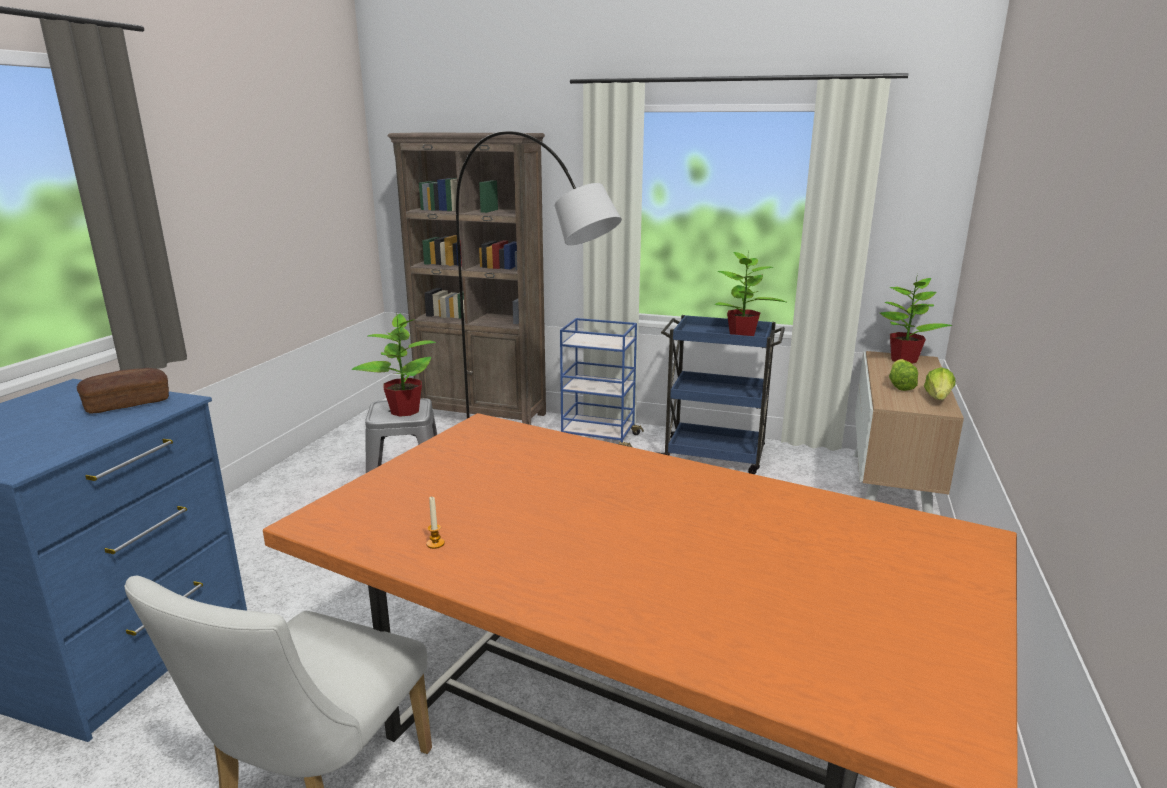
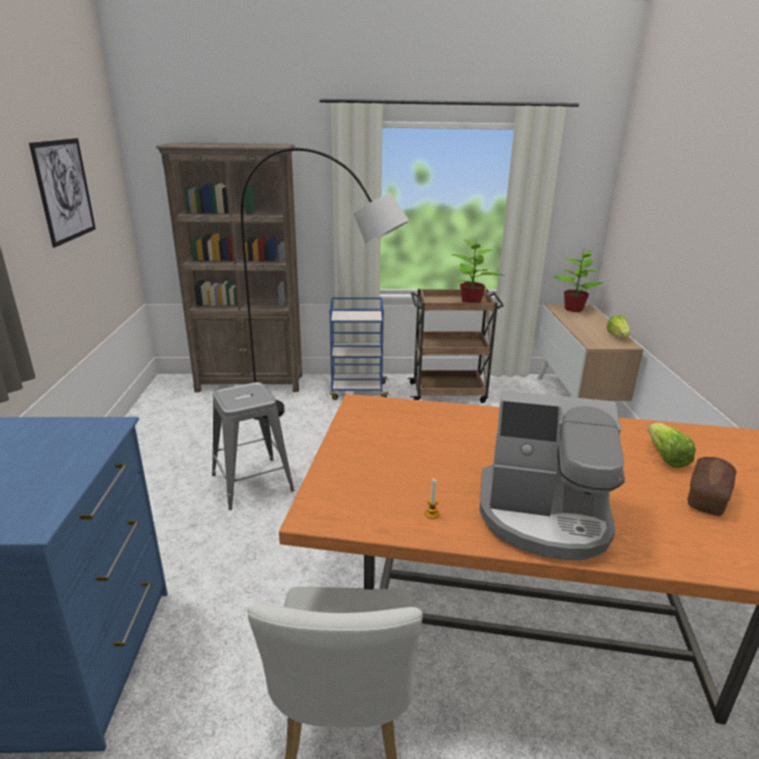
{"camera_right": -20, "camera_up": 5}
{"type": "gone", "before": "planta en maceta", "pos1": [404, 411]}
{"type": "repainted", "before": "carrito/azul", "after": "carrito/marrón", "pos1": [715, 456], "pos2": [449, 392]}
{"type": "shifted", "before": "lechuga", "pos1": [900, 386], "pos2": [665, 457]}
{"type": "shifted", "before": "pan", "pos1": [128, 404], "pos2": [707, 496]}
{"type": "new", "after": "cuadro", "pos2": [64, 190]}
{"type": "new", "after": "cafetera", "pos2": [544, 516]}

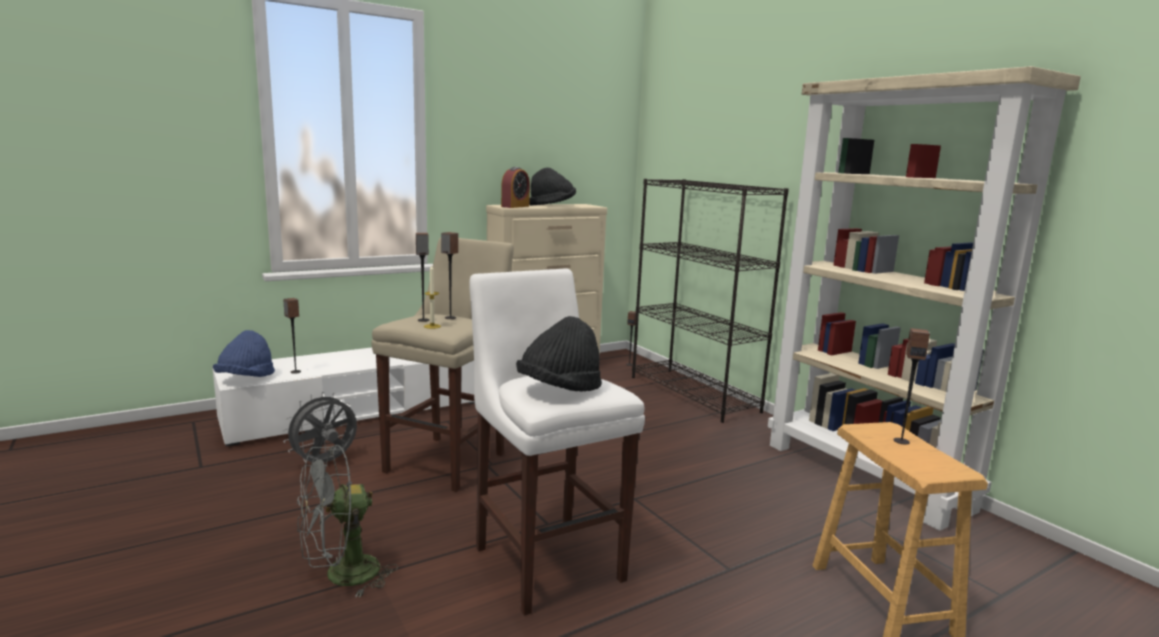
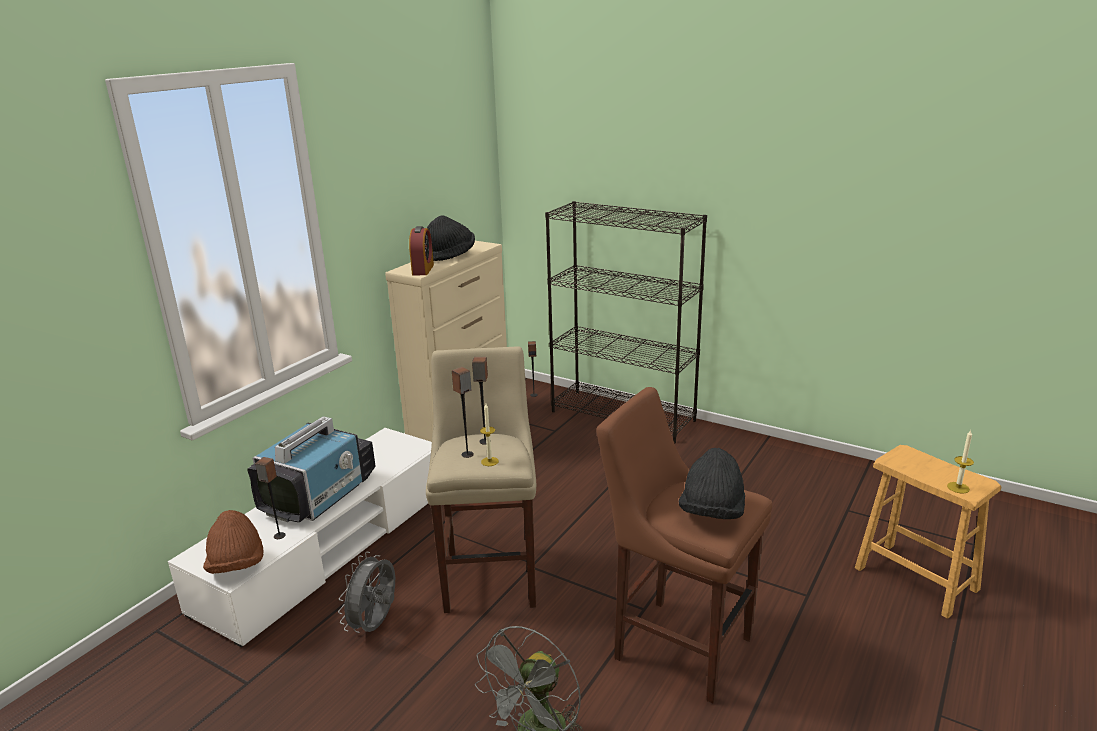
{"camera_right": -25, "camera_up": 10}
{"type": "gone", "before": "estantería/beis", "pos1": [867, 476]}
{"type": "repainted", "before": "taburete/blanco", "after": "taburete/marrón", "pos1": [546, 559], "pos2": [677, 644]}
{"type": "gone", "before": "altavoz", "pos1": [901, 441]}
{"type": "repainted", "before": "sombrero/azul", "after": "sombrero/marrón", "pos1": [246, 379], "pos2": [237, 566]}
{"type": "new", "after": "televisor", "pos2": [320, 494]}
{"type": "new", "after": "vela", "pos2": [958, 487]}

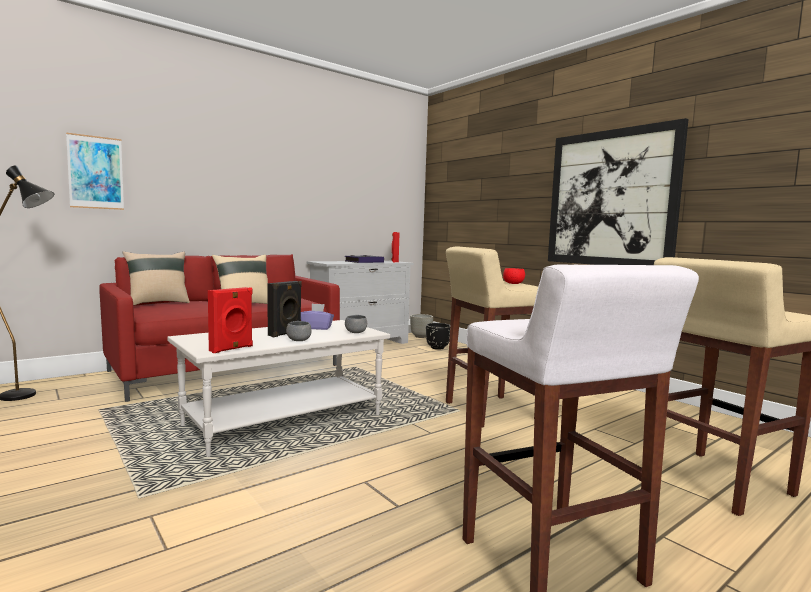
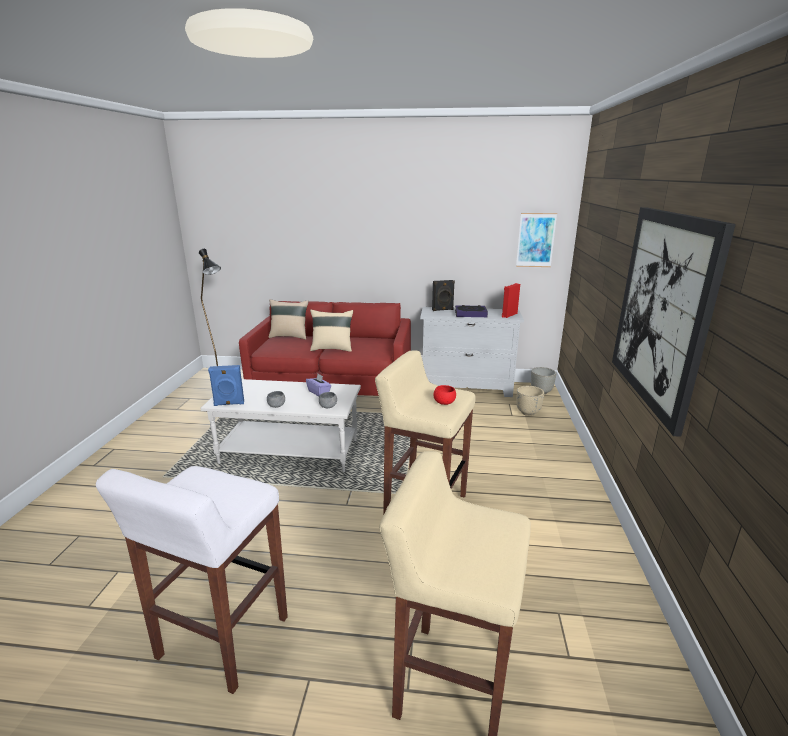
{"camera_right": 45, "camera_up": 15}
{"type": "shifted", "before": "cuadro", "pos1": [96, 172], "pos2": [535, 240]}
{"type": "shifted", "before": "altavoz/negro", "pos1": [285, 334], "pos2": [442, 310]}
{"type": "repainted", "before": "altavoz/rojo", "after": "altavoz/azul", "pos1": [232, 349], "pos2": [229, 404]}
{"type": "repainted", "before": "maceta/negro", "after": "maceta/beis", "pos1": [437, 348], "pos2": [528, 412]}

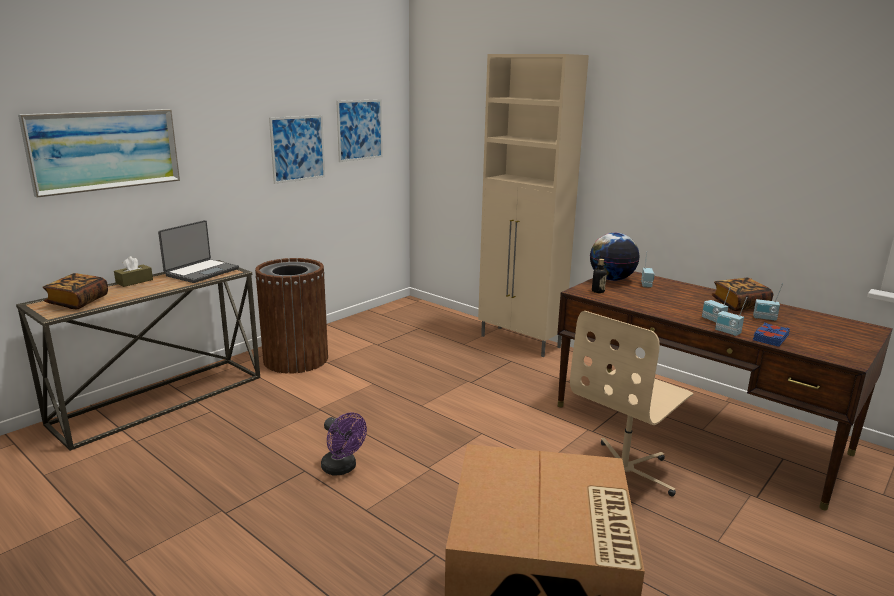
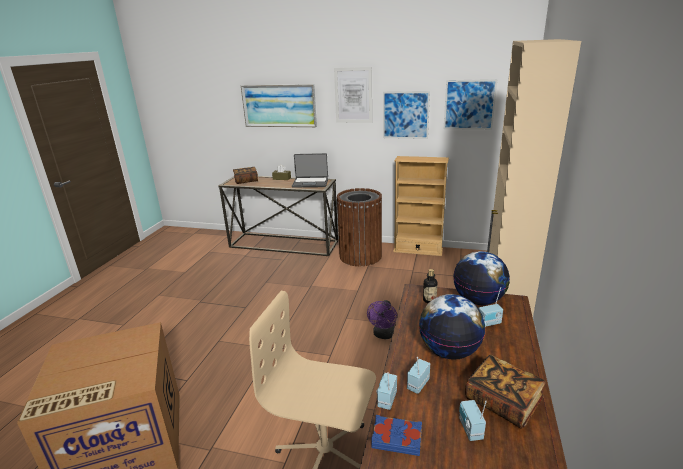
{"camera_right": 65, "camera_up": 5}
{"type": "shifted", "before": "ventilador/morado", "pos1": [342, 468], "pos2": [383, 335]}
{"type": "new", "after": "cuadro", "pos2": [353, 95]}
{"type": "new", "after": "estantería/beis", "pos2": [418, 250]}
{"type": "new", "after": "globo terráqueo", "pos2": [449, 351]}

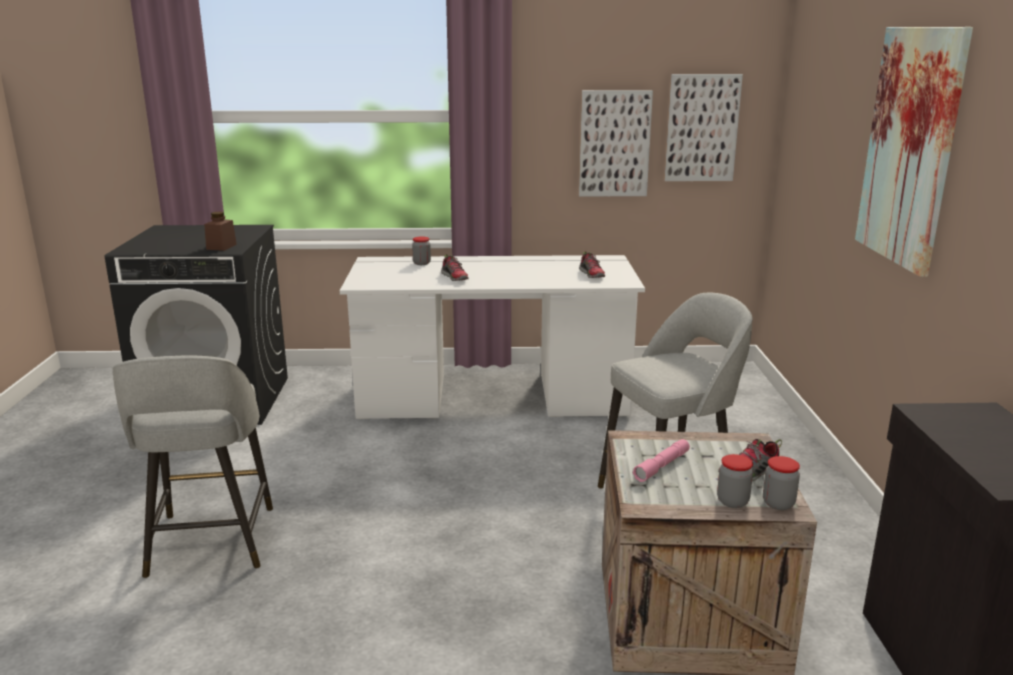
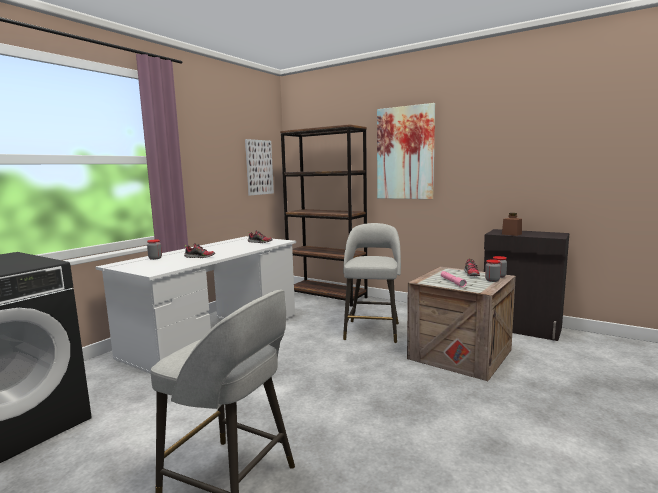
{"camera_right": -55, "camera_up": -10}
{"type": "gone", "before": "cuadro", "pos1": [614, 144]}
{"type": "shifted", "before": "tarro/marrón", "pos1": [221, 247], "pos2": [511, 234]}
{"type": "new", "after": "estantería/marrón", "pos2": [327, 296]}

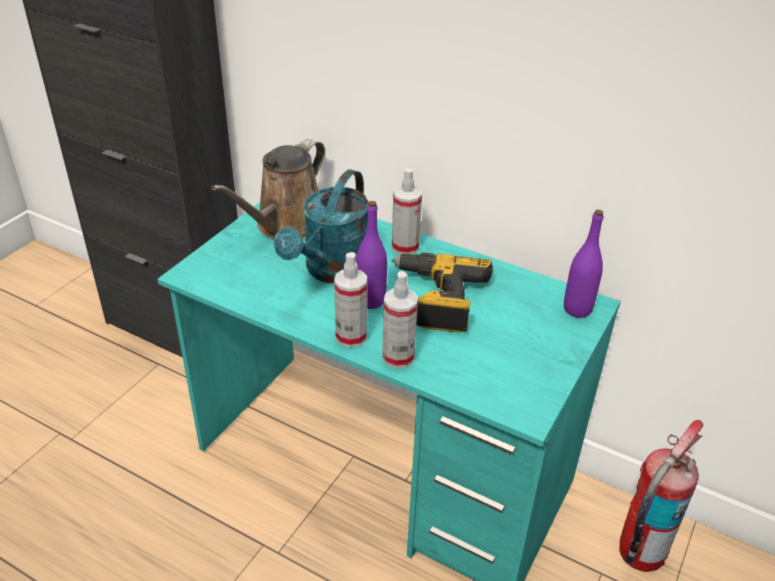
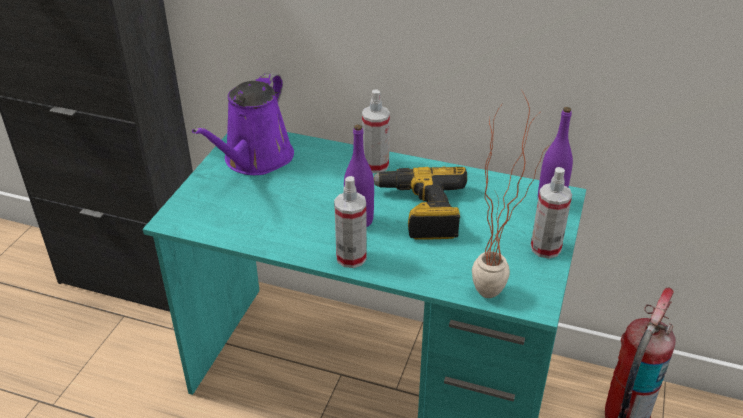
{"camera_right": -10, "camera_up": 0}
{"type": "repainted", "before": "regadera/marrón", "after": "regadera/morado", "pos1": [286, 226], "pos2": [255, 160]}
{"type": "gone", "before": "regadera/turquesa", "pos1": [331, 271]}
{"type": "shifted", "before": "pulverizador", "pos1": [398, 357], "pos2": [545, 248]}
{"type": "new", "after": "planta en maceta", "pos2": [498, 290]}

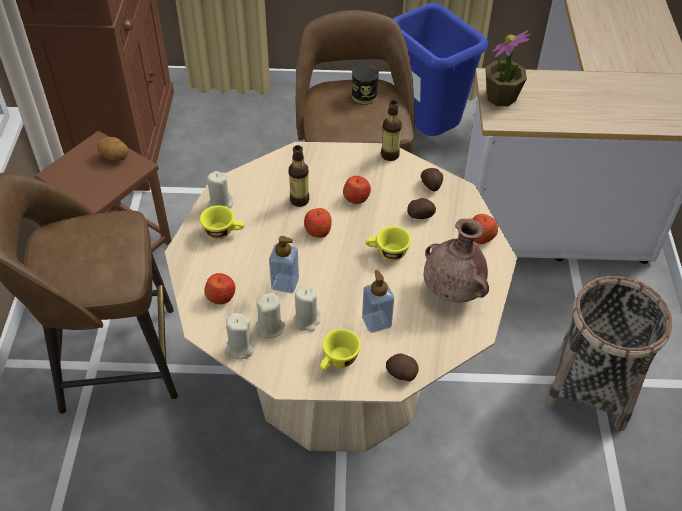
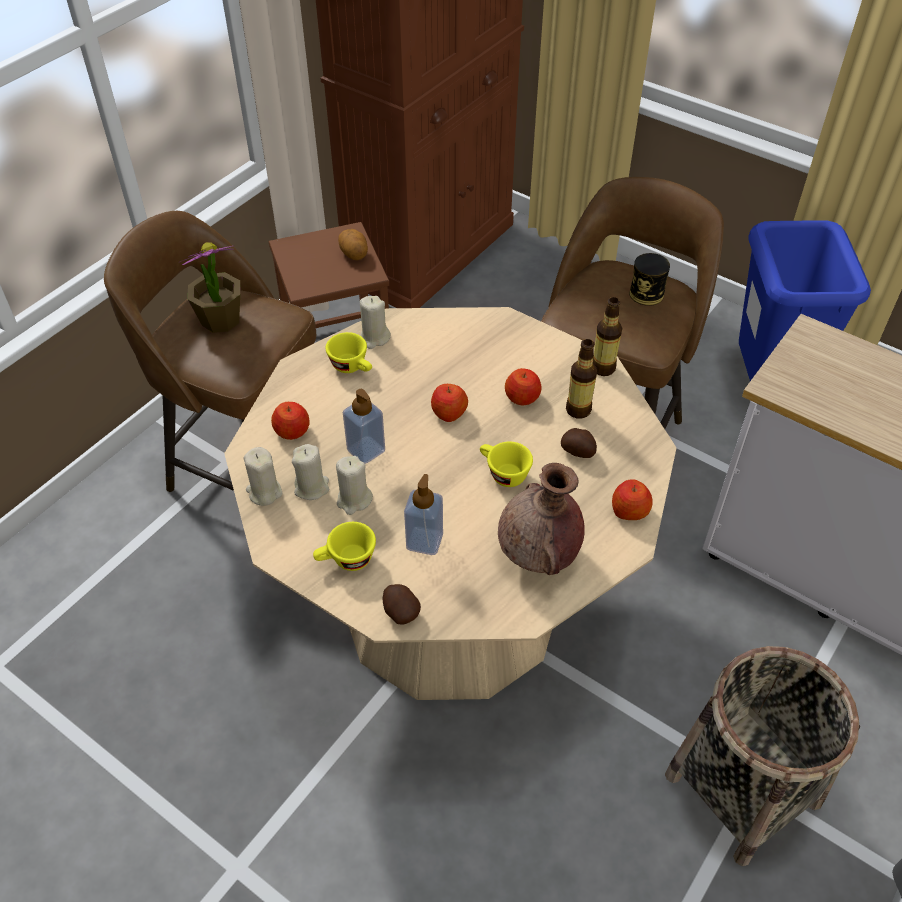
{"camera_right": 35, "camera_up": 0}
{"type": "shifted", "before": "planta en maceta", "pos1": [501, 97], "pos2": [220, 320]}
{"type": "shifted", "before": "botella", "pos1": [299, 200], "pos2": [578, 410]}
{"type": "gone", "before": "patata", "pos1": [431, 185]}

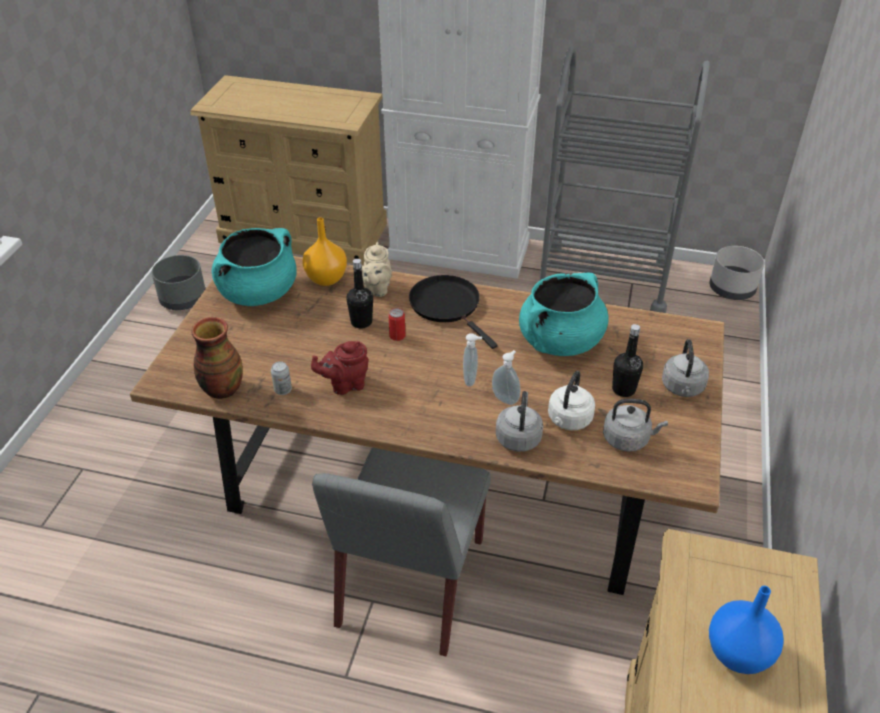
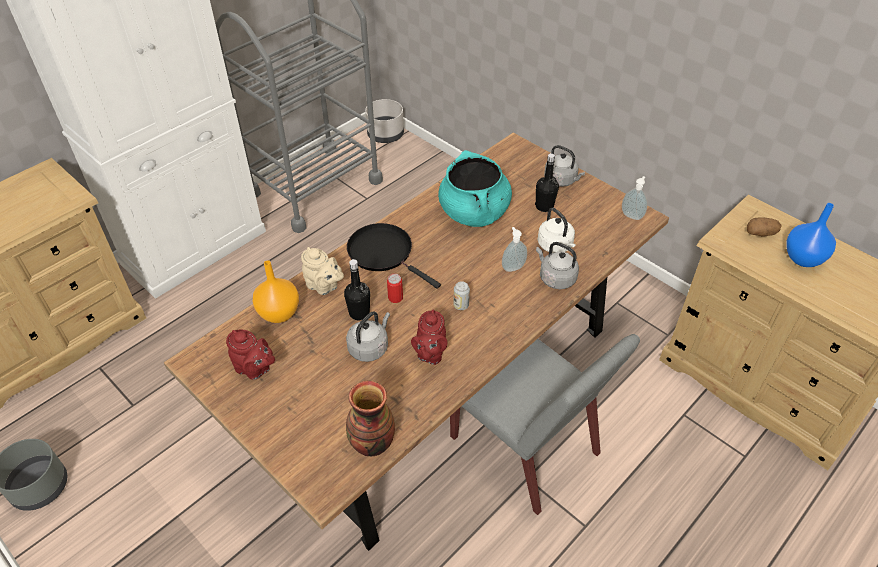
{"camera_right": -60, "camera_up": 5}
{"type": "swapped", "before": "olla/turquesa", "after": "tetera/rojo", "pos1": [258, 293], "pos2": [255, 369]}
{"type": "rotated", "before": "sartén/negro", "pos1": [447, 306], "pos2": [384, 253], "turn": 45}
{"type": "shifted", "before": "dispensador de jabón", "pos1": [471, 379], "pos2": [632, 215]}
{"type": "shifted", "before": "lata", "pos1": [283, 390], "pos2": [461, 305]}
{"type": "shifted", "before": "hervidor/gris", "pos1": [628, 439], "pos2": [369, 347]}
{"type": "new", "after": "patata", "pos2": [760, 233]}

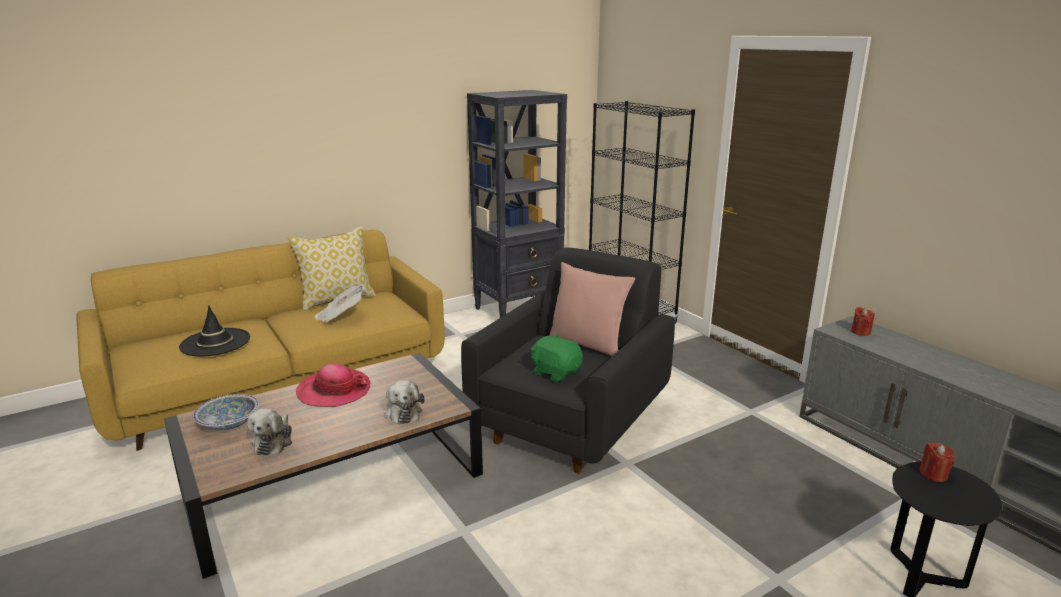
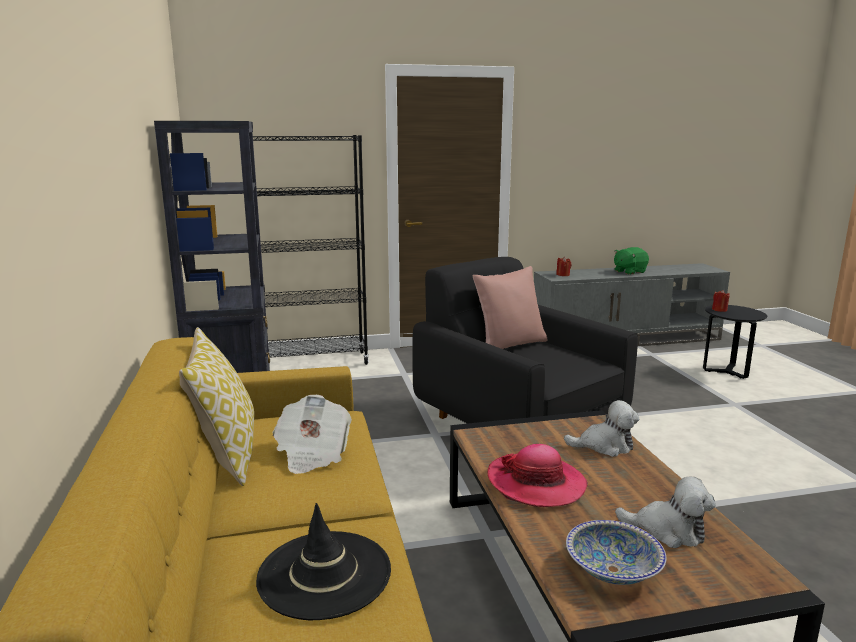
{"camera_right": -70, "camera_up": -5}
{"type": "shifted", "before": "peluche/verde", "pos1": [556, 372], "pos2": [629, 272]}

